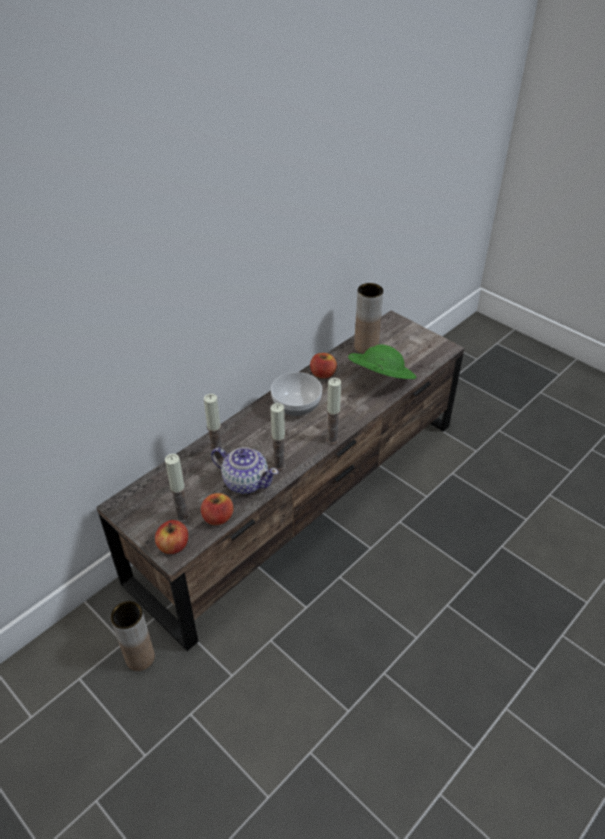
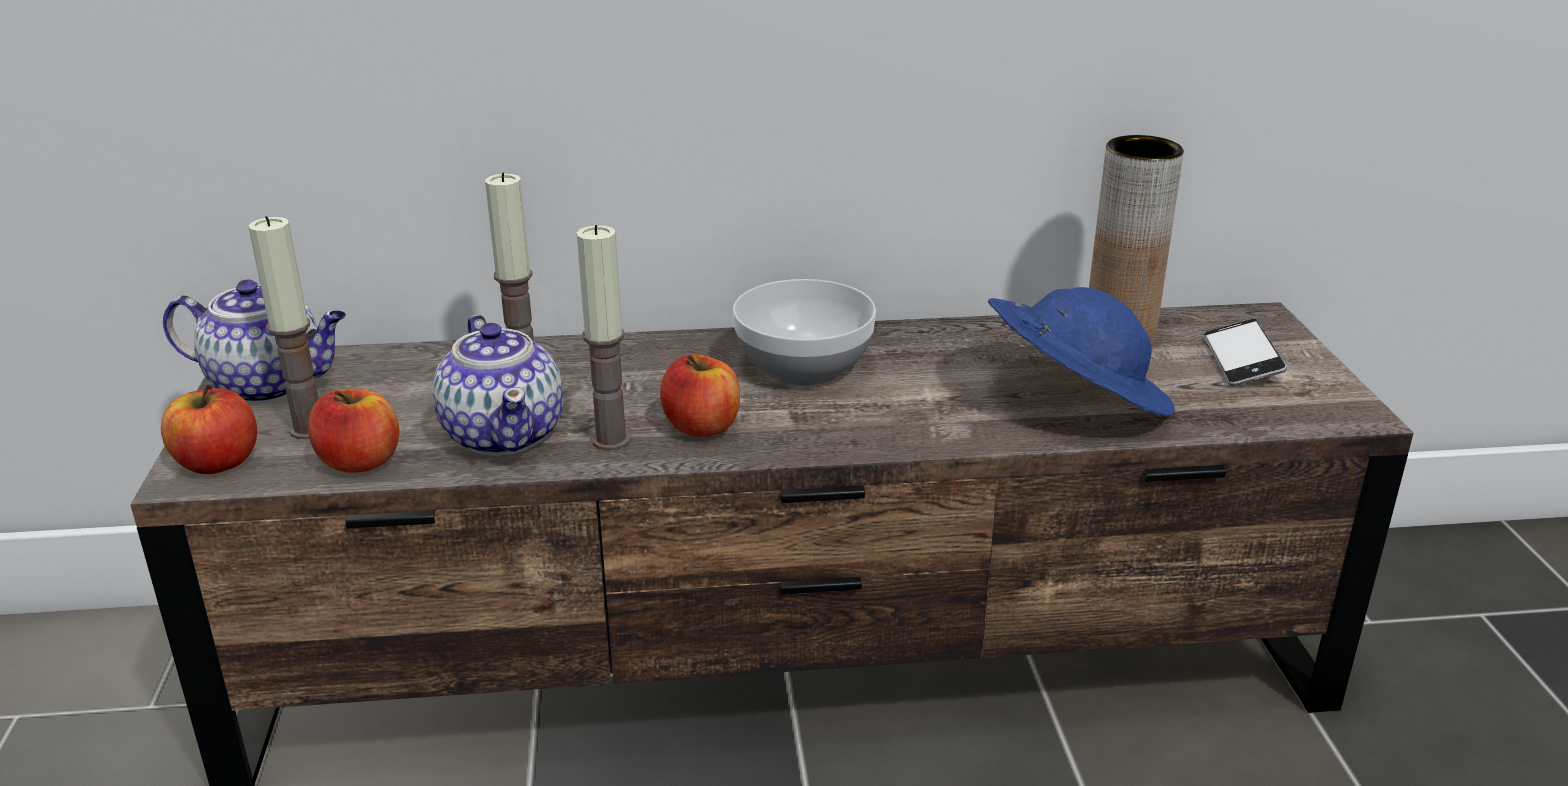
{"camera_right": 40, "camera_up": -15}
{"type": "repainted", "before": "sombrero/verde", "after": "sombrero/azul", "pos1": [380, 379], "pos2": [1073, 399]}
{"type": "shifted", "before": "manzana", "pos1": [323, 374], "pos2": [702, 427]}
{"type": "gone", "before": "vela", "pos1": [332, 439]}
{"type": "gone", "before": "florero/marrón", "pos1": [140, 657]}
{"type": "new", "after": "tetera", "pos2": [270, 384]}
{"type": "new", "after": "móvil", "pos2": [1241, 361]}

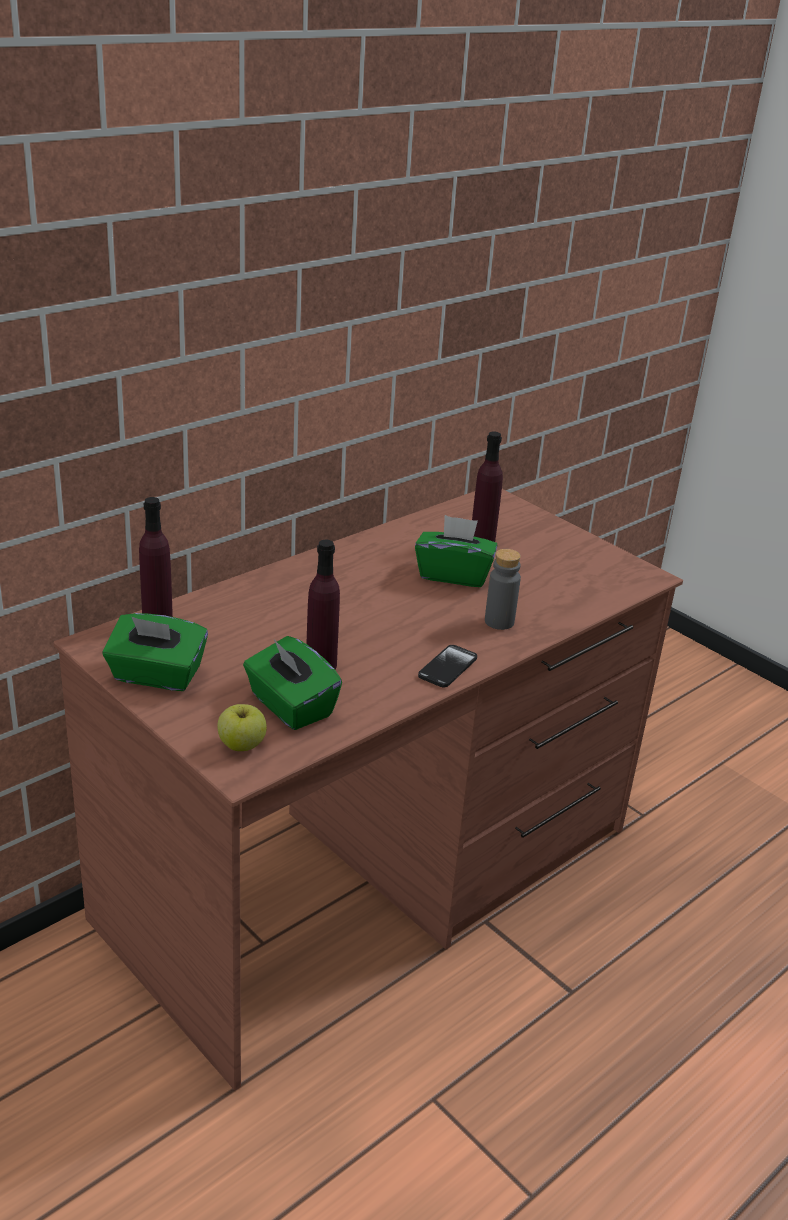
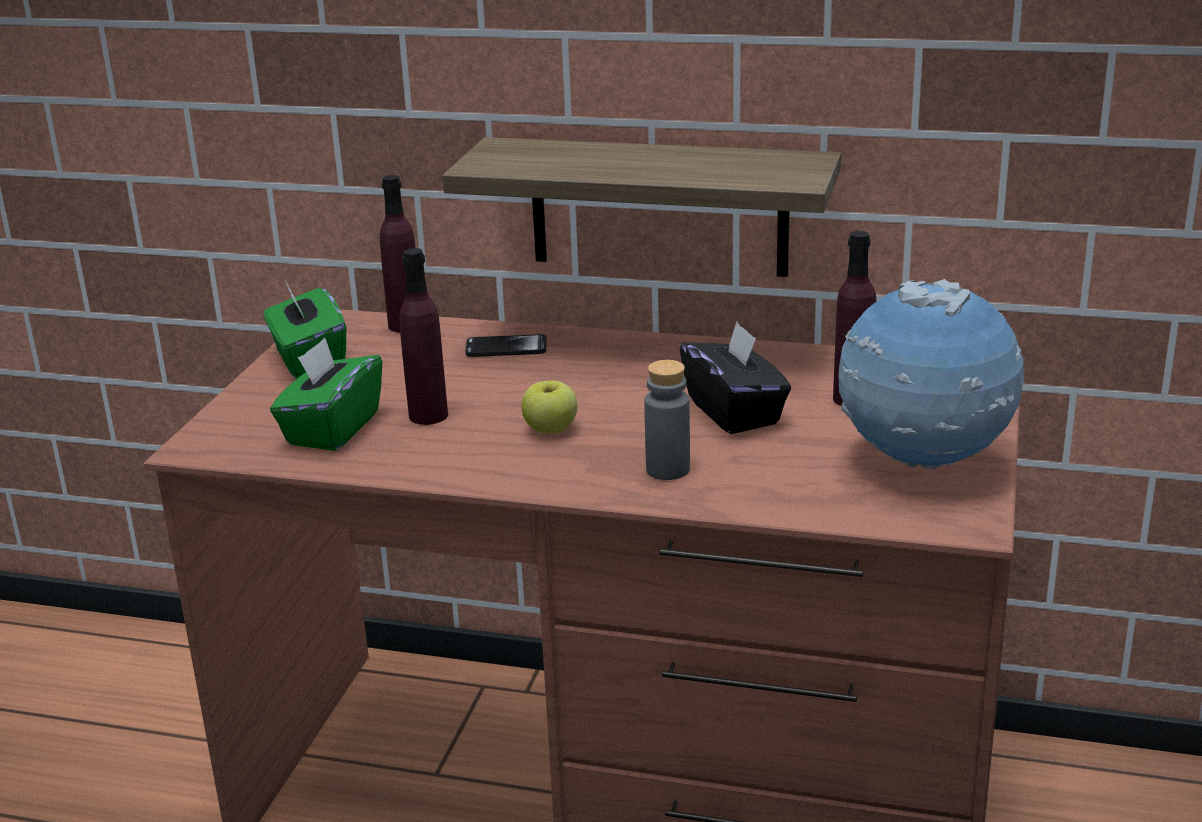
{"camera_right": 60, "camera_up": -5}
{"type": "repainted", "before": "caja de pañuelos/verde", "after": "caja de pañuelos/negro", "pos1": [454, 574], "pos2": [734, 412]}
{"type": "shifted", "before": "móvil", "pos1": [447, 667], "pos2": [506, 348]}
{"type": "shifted", "before": "manzana", "pos1": [242, 745], "pos2": [551, 429]}
{"type": "new", "after": "estante", "pos2": [658, 206]}
{"type": "new", "after": "globo terráqueo", "pos2": [924, 464]}

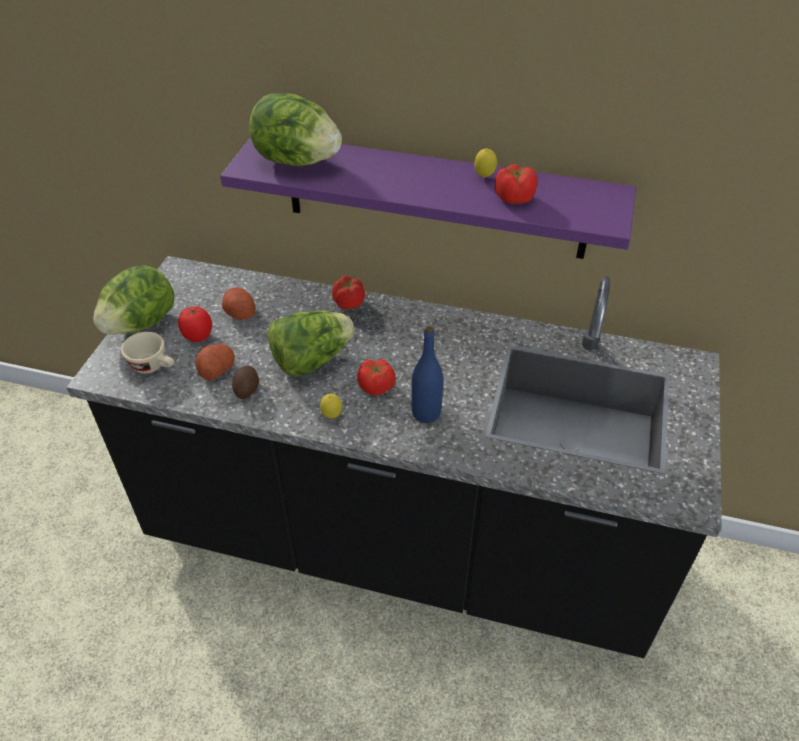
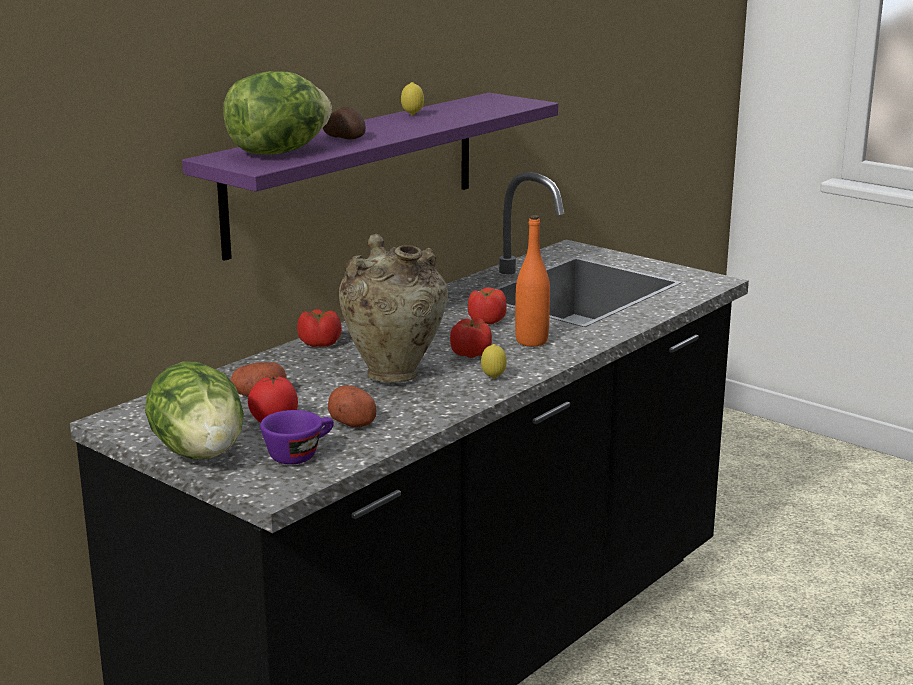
{"camera_right": -65, "camera_up": -25}
{"type": "shifted", "before": "tomate", "pos1": [514, 198], "pos2": [486, 321]}
{"type": "swapped", "before": "lechuga", "after": "florero/beis", "pos1": [311, 360], "pos2": [394, 374]}
{"type": "repainted", "before": "botella/azul", "after": "botella/naranja", "pos1": [426, 413], "pos2": [531, 341]}
{"type": "repainted", "before": "taza/beis", "after": "taza/morado", "pos1": [154, 366], "pos2": [300, 454]}
{"type": "shifted", "before": "patata", "pos1": [247, 388], "pos2": [345, 138]}

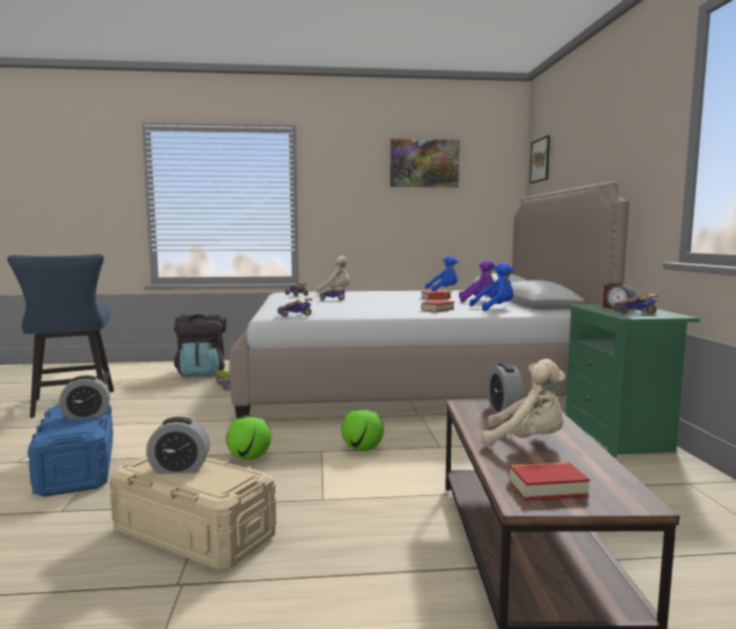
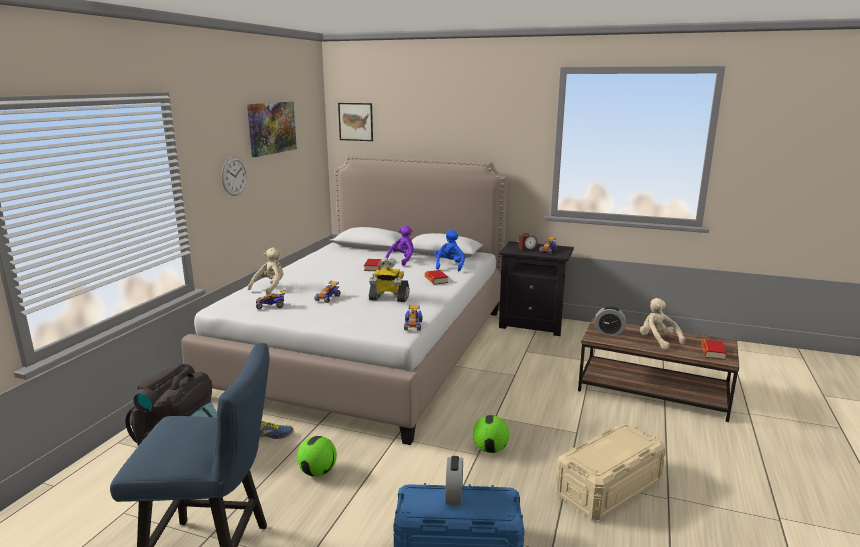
{"camera_right": -65, "camera_up": 10}
{"type": "gone", "before": "peluche/azul", "pos1": [443, 290]}
{"type": "repainted", "before": "mesita de noche/verde", "after": "mesita de noche/negro", "pos1": [619, 437], "pos2": [533, 324]}
{"type": "rotated", "before": "peluche/beis", "pos1": [526, 442], "pos2": [657, 341], "turn": -75}
{"type": "shifted", "before": "balón de fútbol", "pos1": [362, 449], "pos2": [318, 472]}
{"type": "gone", "before": "despertador", "pos1": [179, 469]}
{"type": "new", "after": "reloj de pared", "pos2": [234, 176]}
{"type": "new", "after": "robot de juguete", "pos2": [388, 298]}

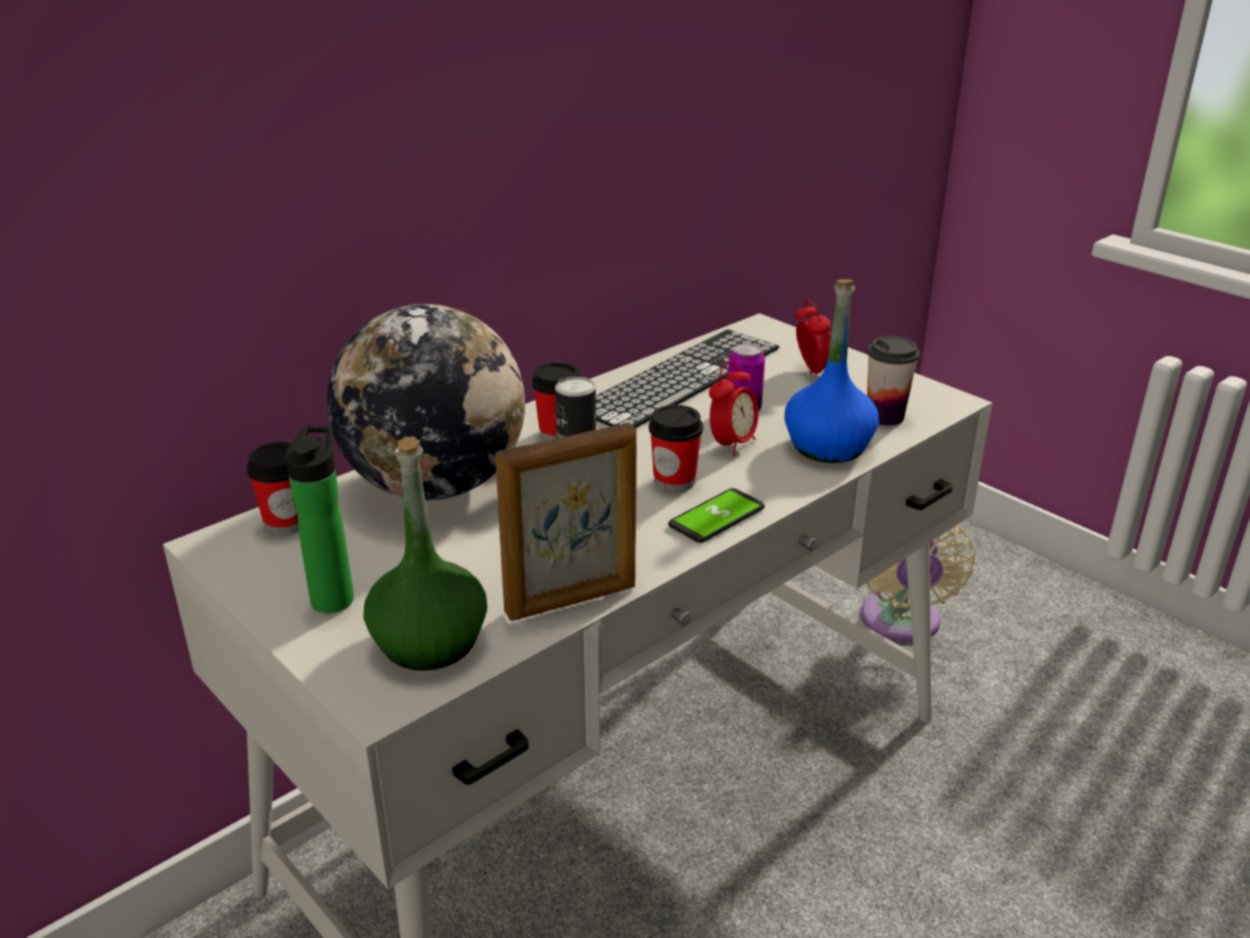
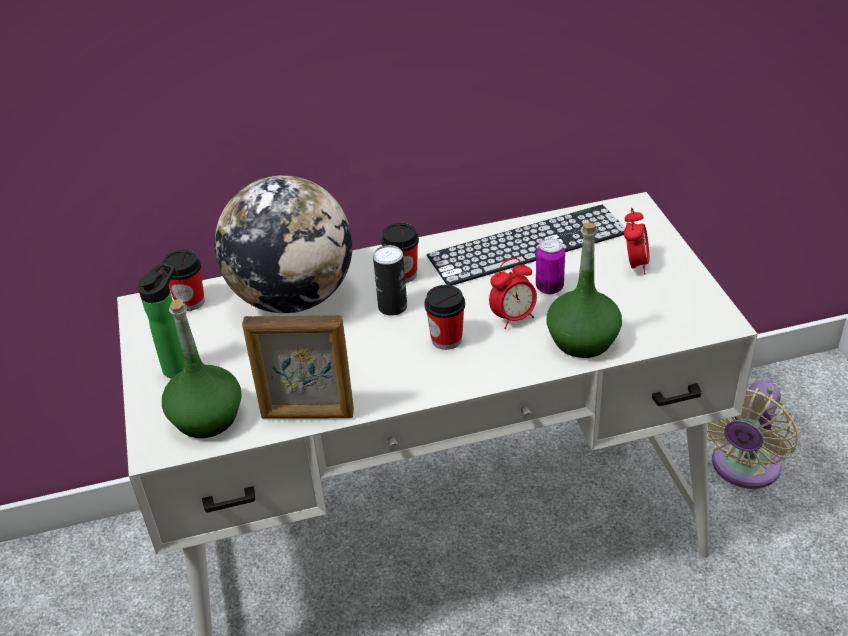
{"camera_right": 30, "camera_up": 10}
{"type": "repainted", "before": "botella/azul", "after": "botella/verde", "pos1": [827, 446], "pos2": [582, 340]}
{"type": "gone", "before": "taza", "pos1": [885, 416]}
{"type": "gone", "before": "móvil", "pos1": [717, 517]}

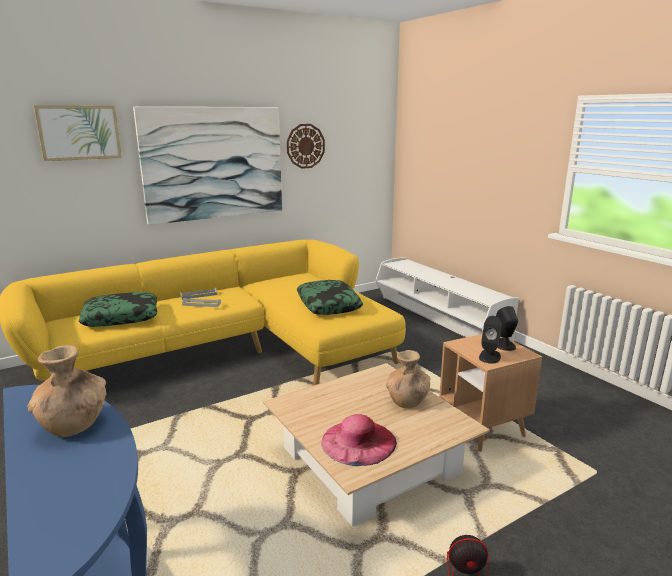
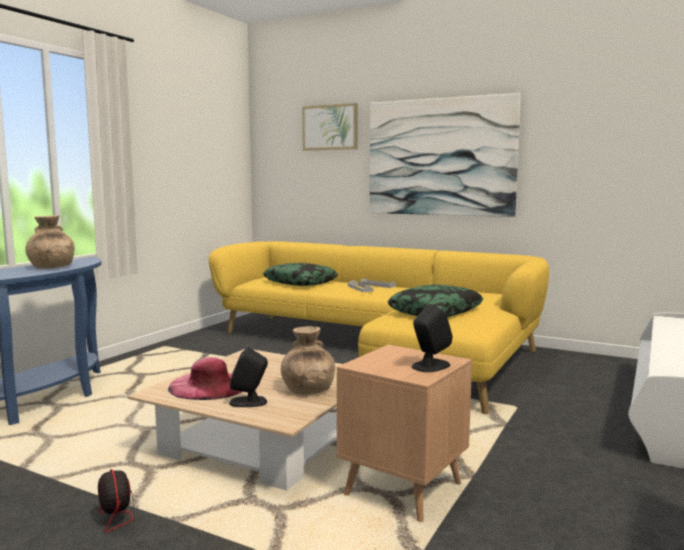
{"camera_right": 60, "camera_up": -10}
{"type": "gone", "before": "reloj de pared", "pos1": [305, 146]}
{"type": "shifted", "before": "altavoz/negro", "pos1": [489, 356], "pos2": [249, 402]}

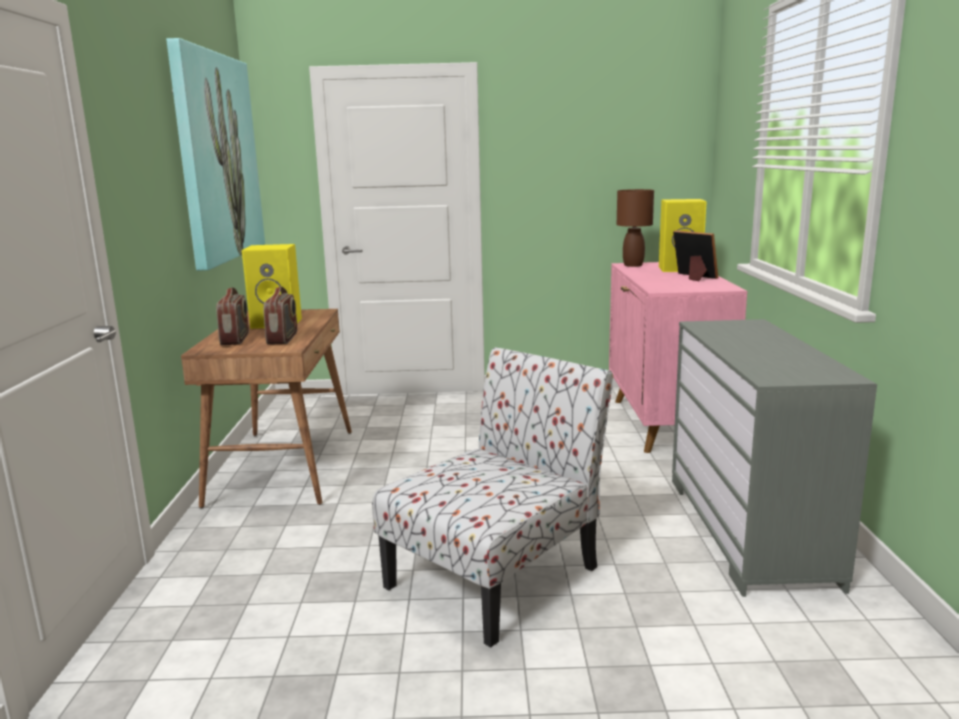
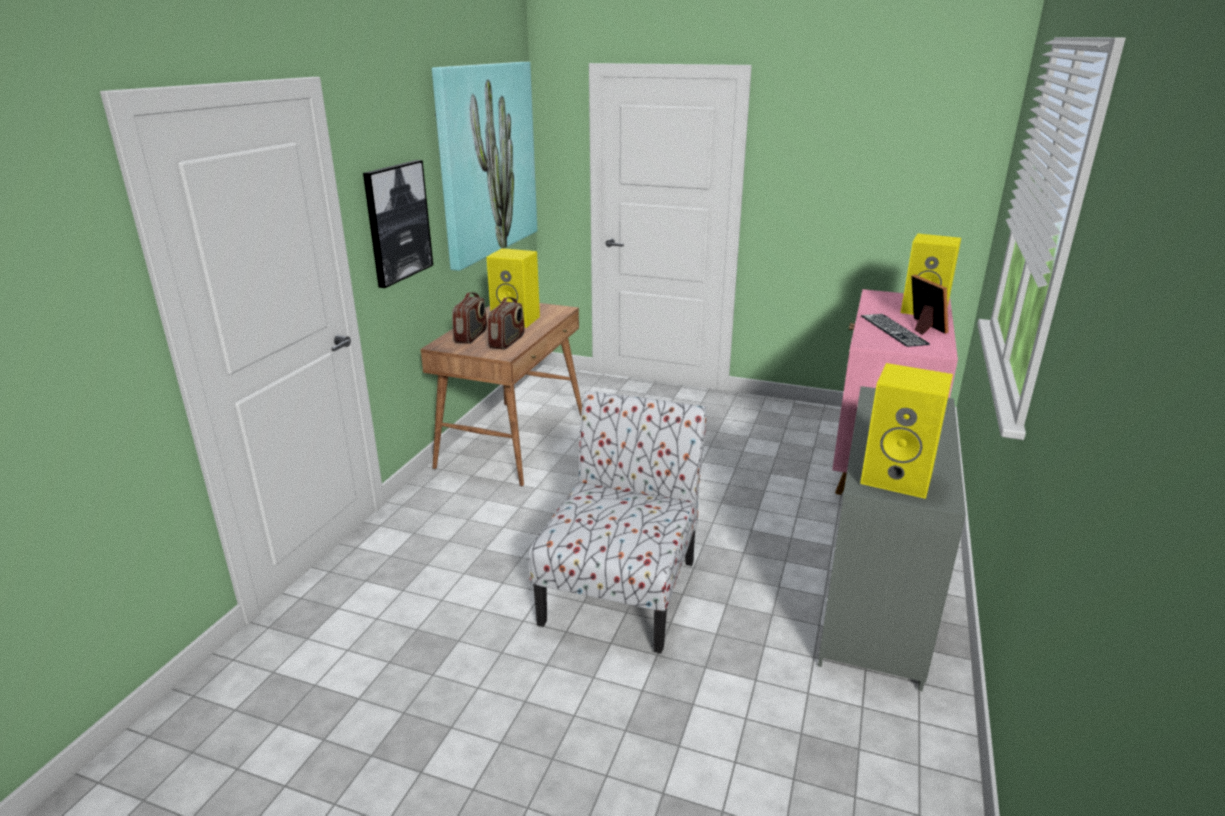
{"camera_right": 20, "camera_up": 10}
{"type": "gone", "before": "lámpara de mesa/marrón", "pos1": [633, 265]}
{"type": "rotated", "before": "silla", "pos1": [496, 575], "pos2": [621, 588], "turn": -45}
{"type": "new", "after": "cuadro", "pos2": [397, 222]}
{"type": "new", "after": "teclado", "pos2": [893, 330]}
{"type": "new", "after": "altavoz/amarillo", "pos2": [898, 477]}

